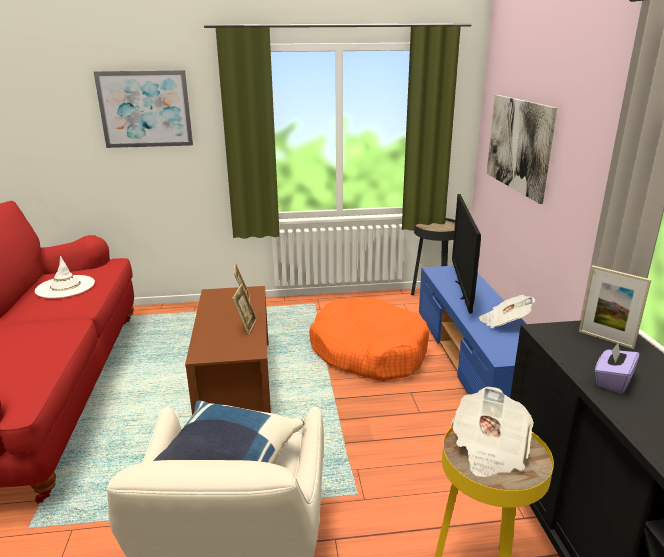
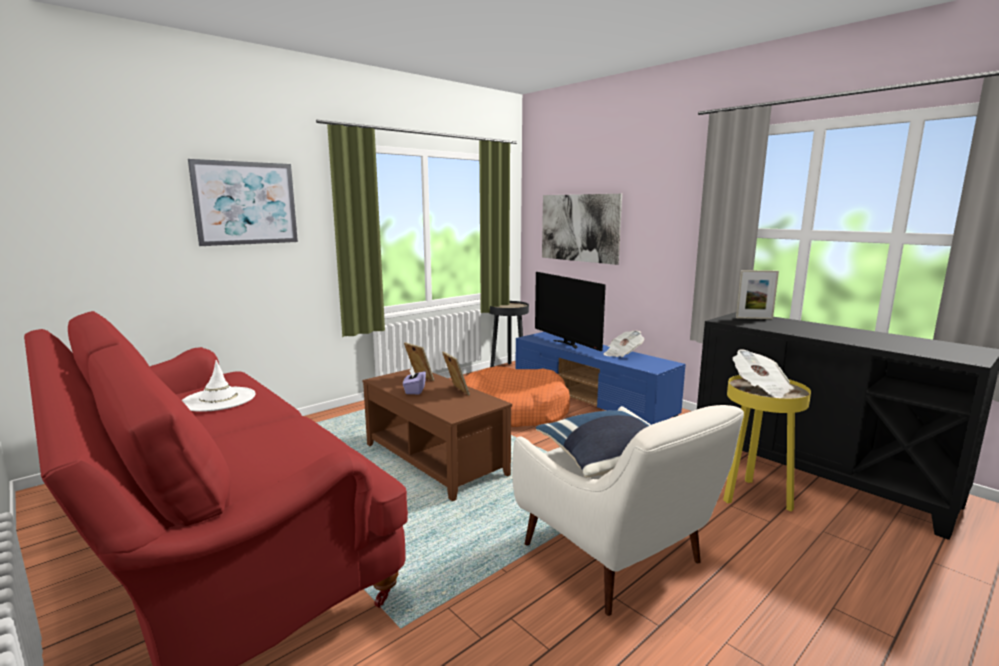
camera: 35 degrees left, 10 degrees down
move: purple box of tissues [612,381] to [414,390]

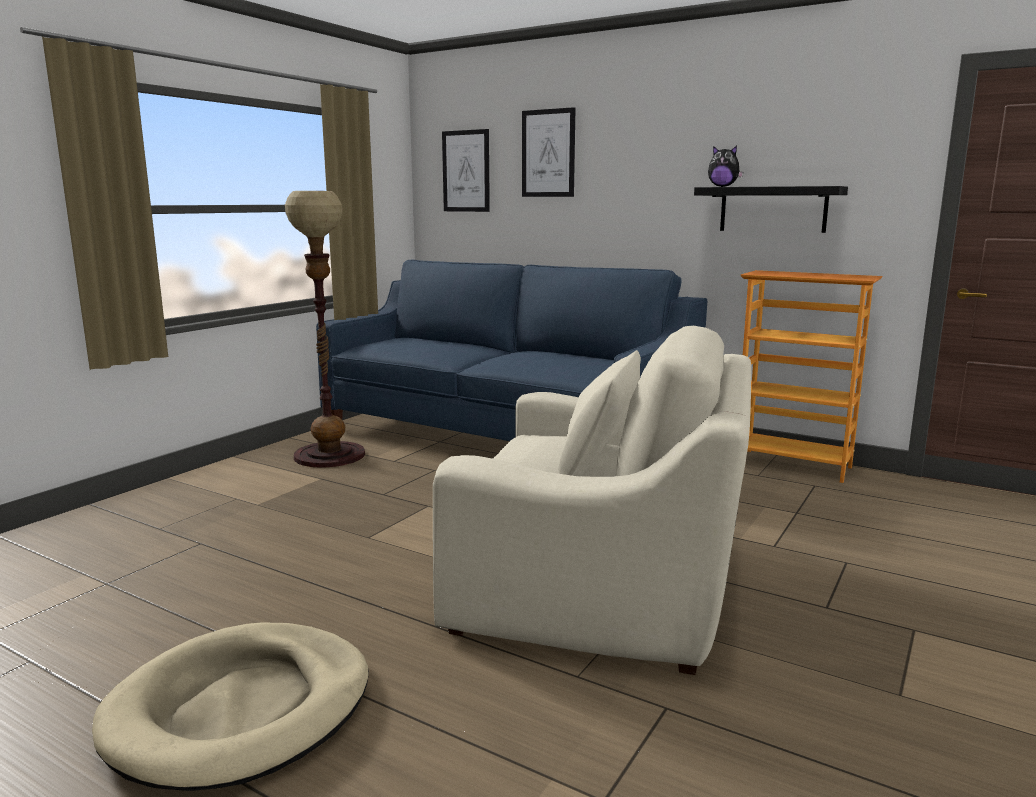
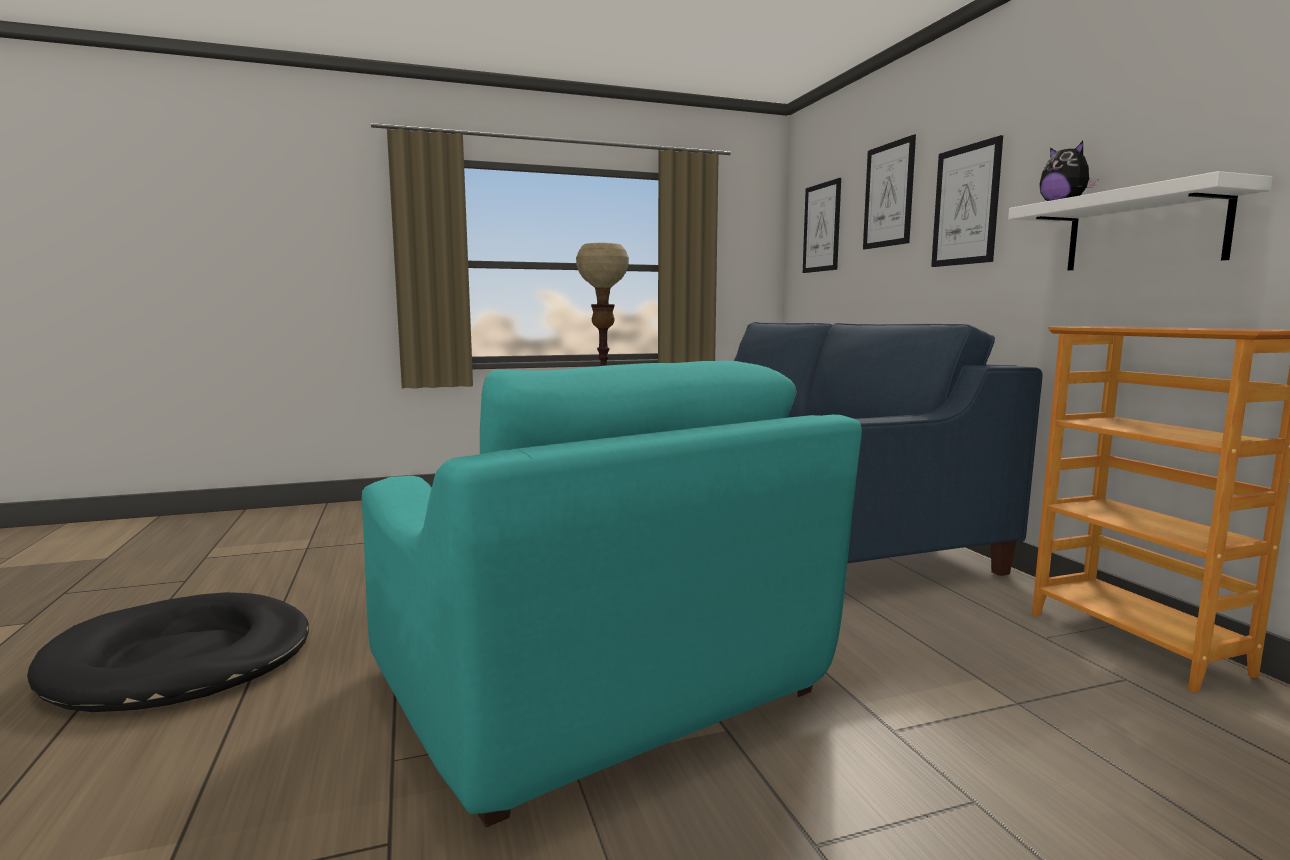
camera: 40 degrees right, 5 degrees down
insert: picture [966,205]
recolor: blackish shelf [773,209] to whitish shelf [1144,231]; sand-coloured lounge chair [605,584] to blue-green lounge chair [600,685]; sand-coloured pet bed [241,710] to blackish pet bed [181,660]

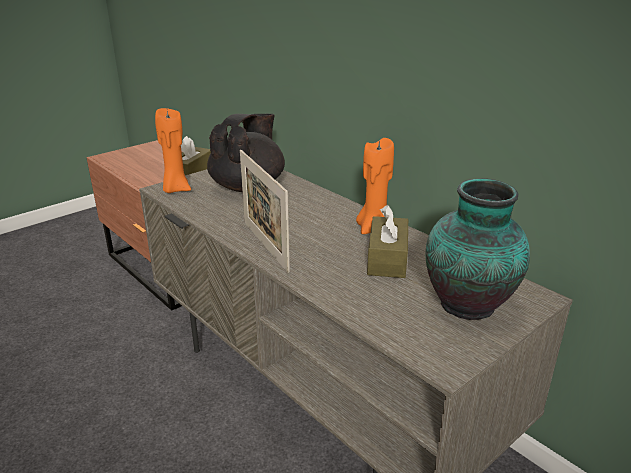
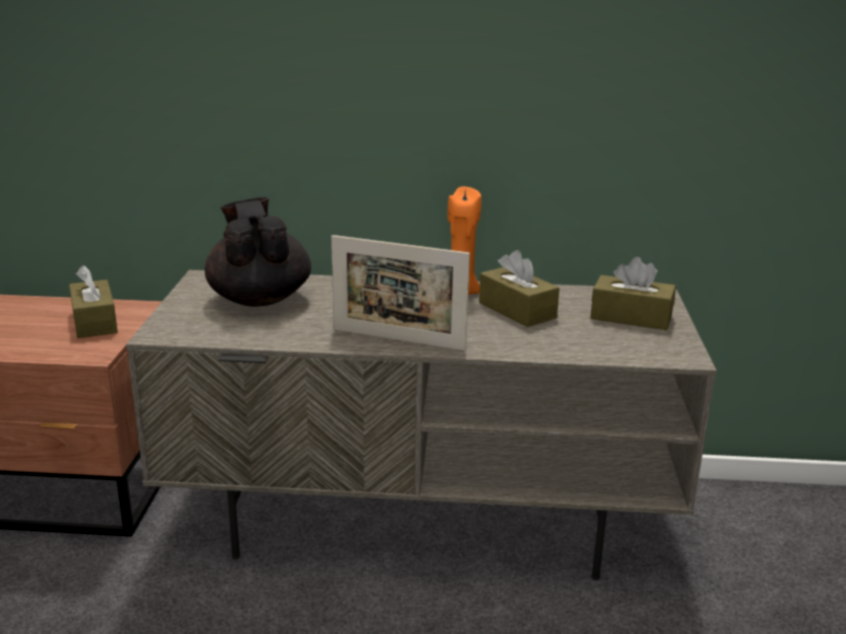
camera: 45 degrees left, 5 degrees down
delete: orange wax light [175,189]
replace: flower vase [470,305] to brown-coloured box of tissues [631,317]

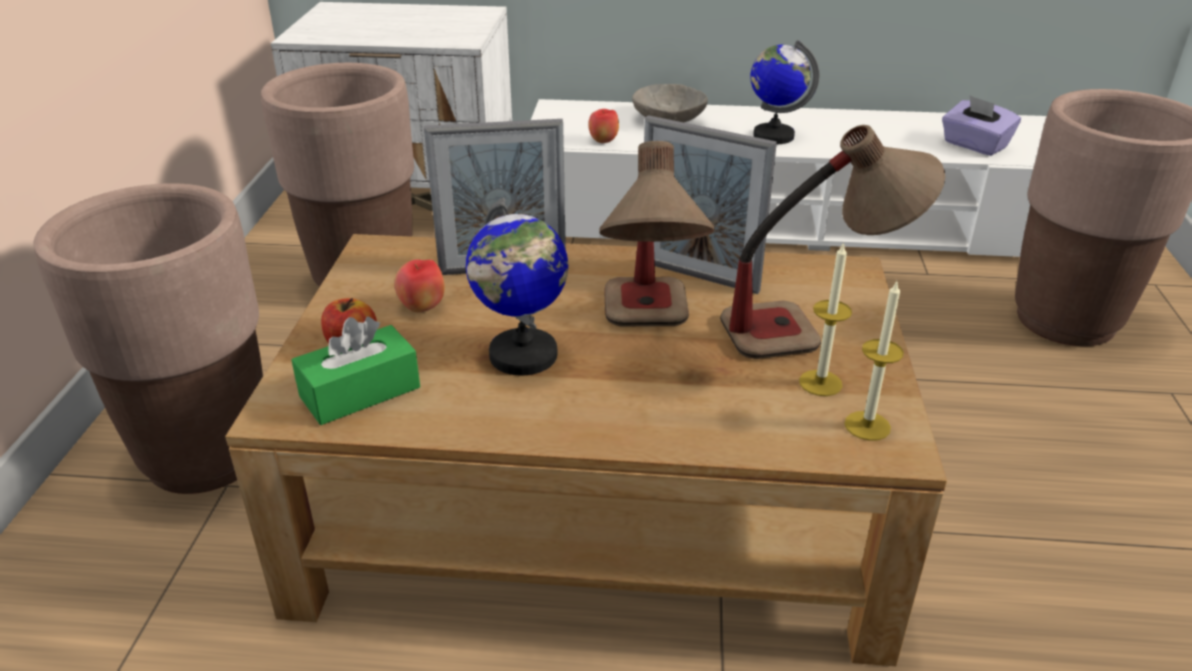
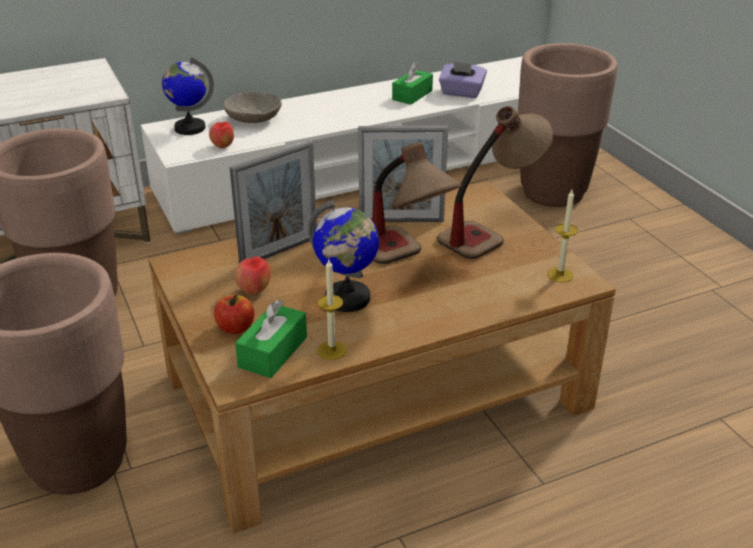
camera: 30 degrees left, 0 degrees up
insert: greenish box of tissues [412,95]
move: world globe [773,136] to [189,128]; wax light [820,383] to [332,350]

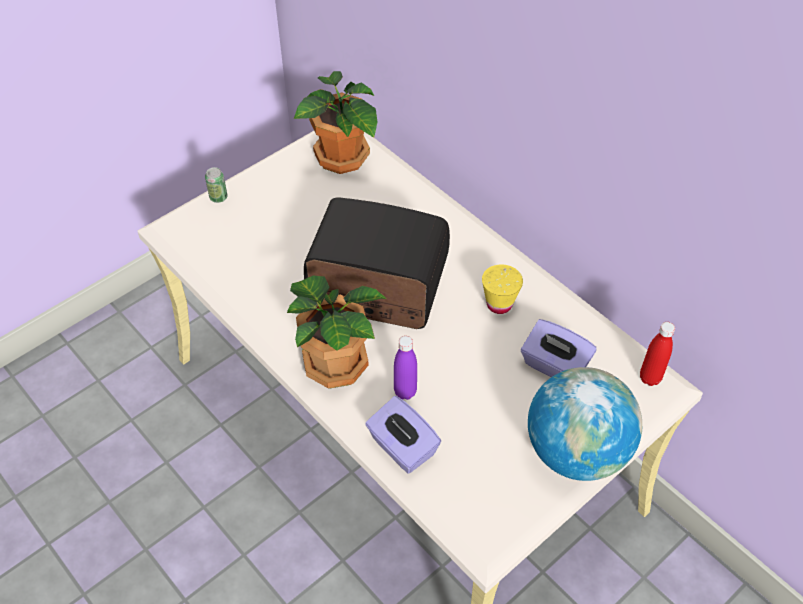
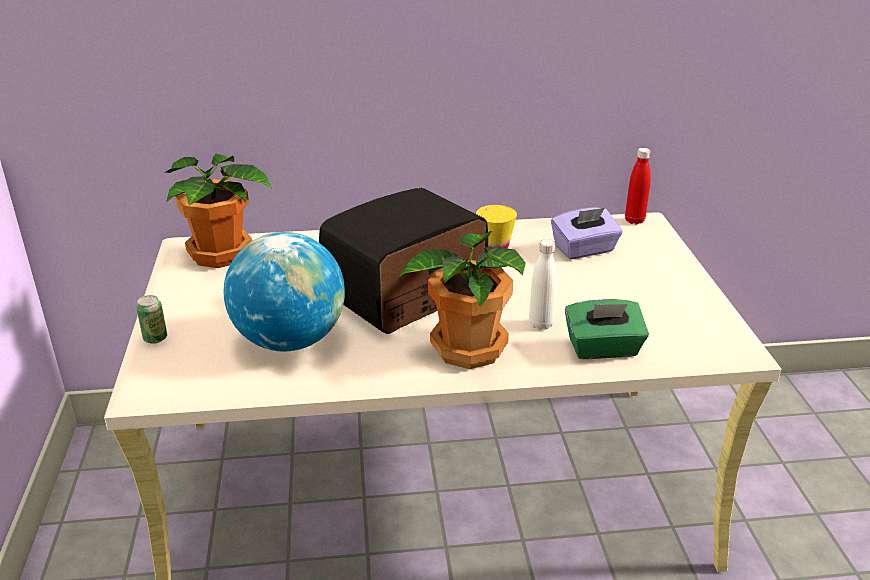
camera: 55 degrees left, 20 degrees down
move: world globe [576,451] to [290,340]
recolor: purple drink bottle [405,392] to whitish drink bottle [541,324]; purple box of tissues [402,448] to greenish box of tissues [603,349]

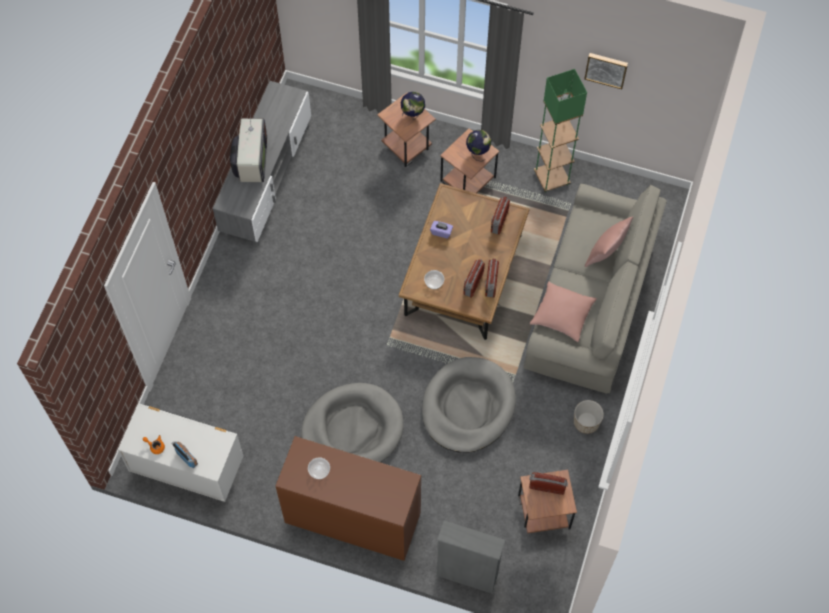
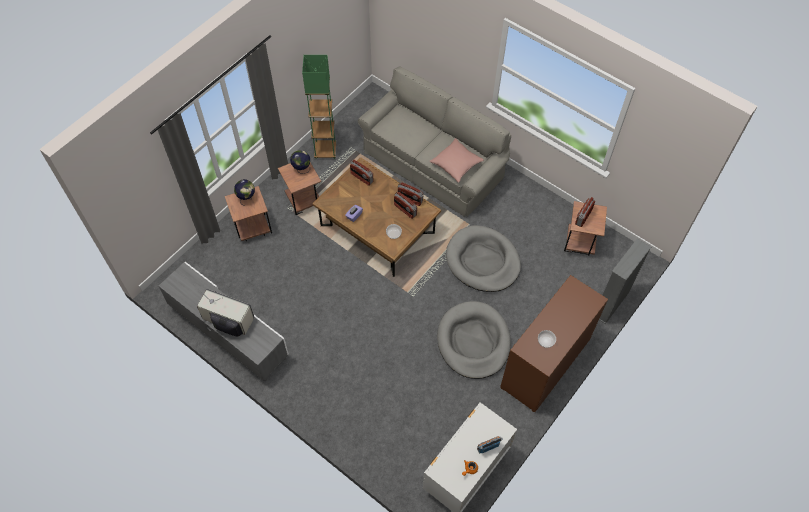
camera: 70 degrees left, 5 degrees down
delete: picture [606,69]; pink-coloured cushion [606,253]; plant pot [586,422]

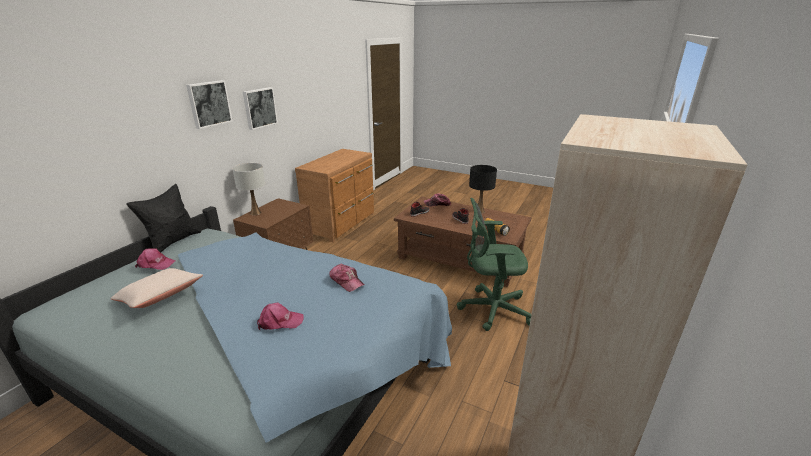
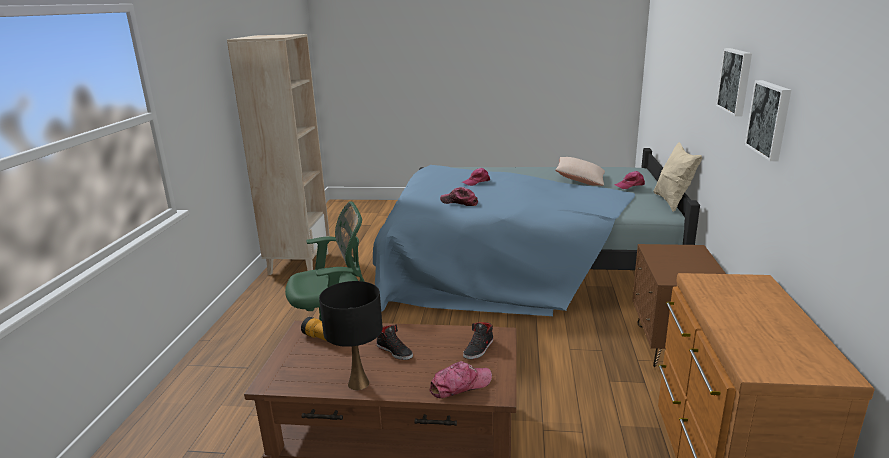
camera: 160 degrees right, 5 degrees down
delete: whitish tabletop lamp [256,213]
recolor: blackish cushion [173,242] to sand-coloured cushion [672,202]

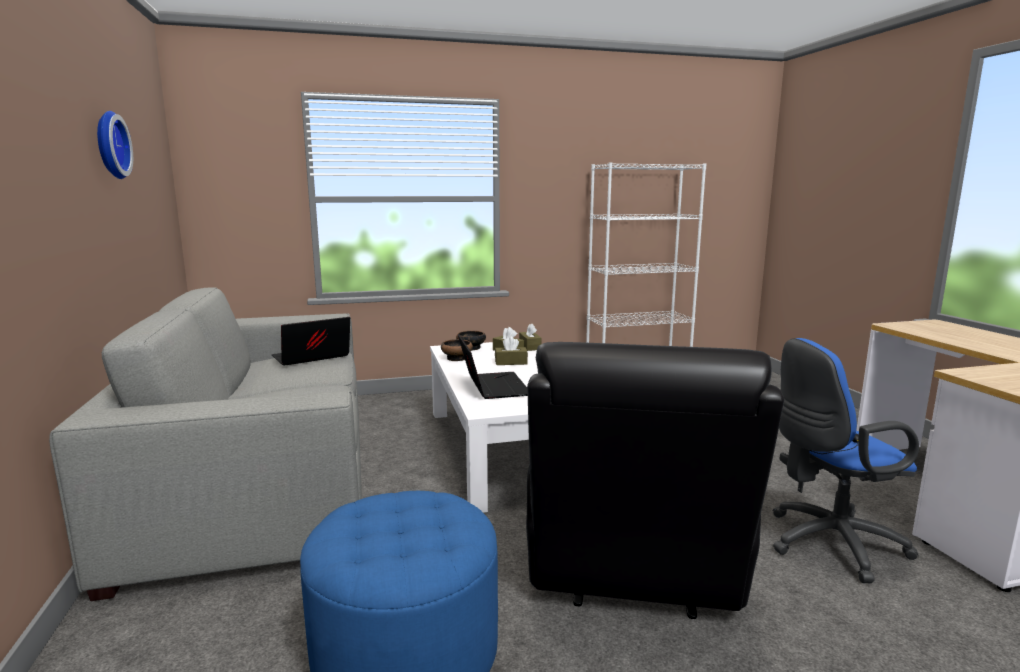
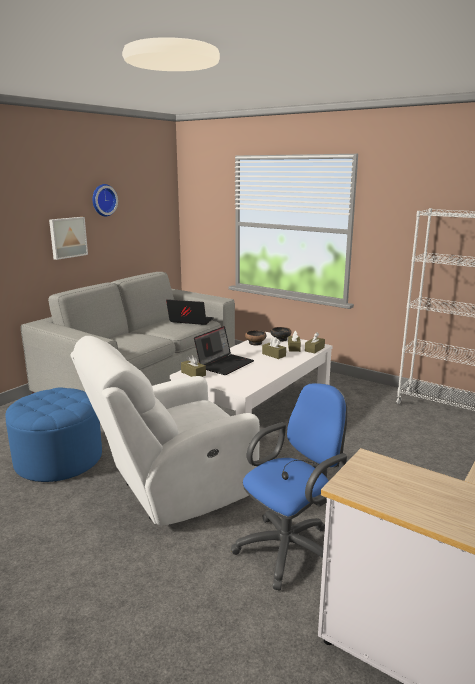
camera: 50 degrees right, 5 degrees up
insert: picture [67,237]; brown-coloured box of tissues [193,373]
recolor: blackish lounge chair [631,573] to whitish lounge chair [171,489]
rotate: blue office chair [827,544] = [291,548] 105 degrees clockwise

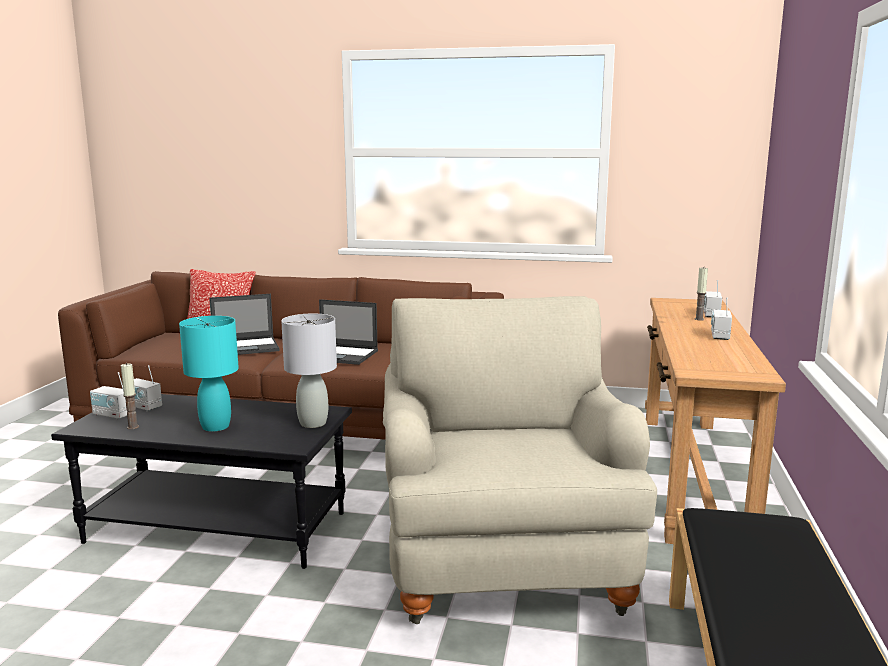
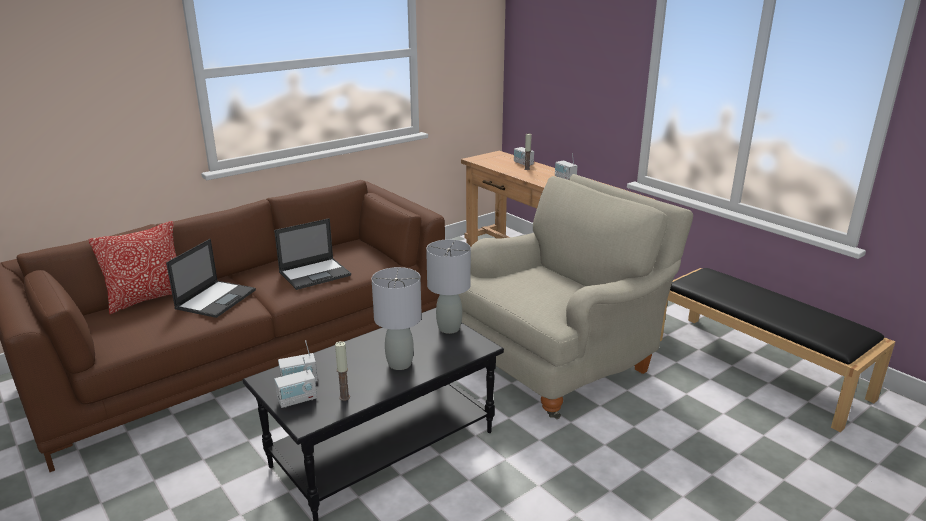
camera: 50 degrees left, 10 degrees up
recolor: blue-green tabletop lamp [215,426] to grey tabletop lamp [399,364]
rotate: sand-coloured lounge chair [502,557] = [560,362] 105 degrees clockwise

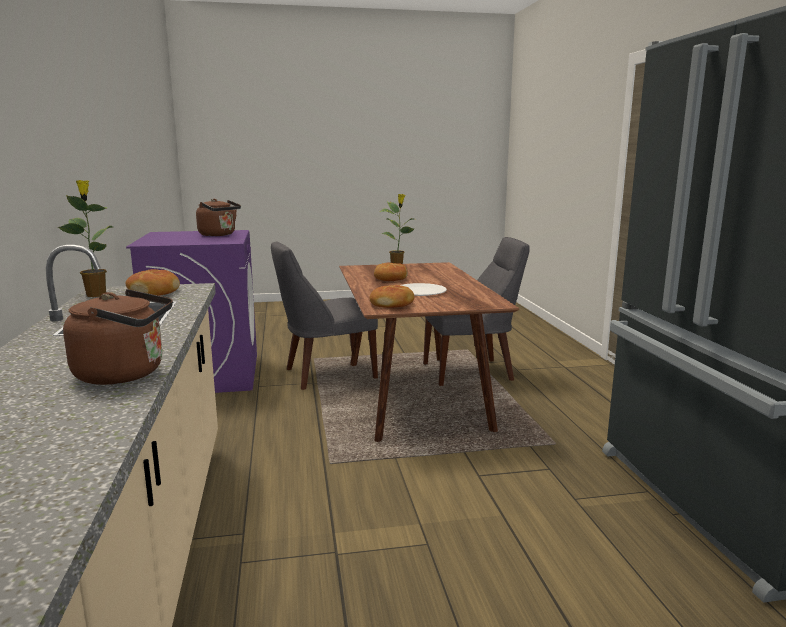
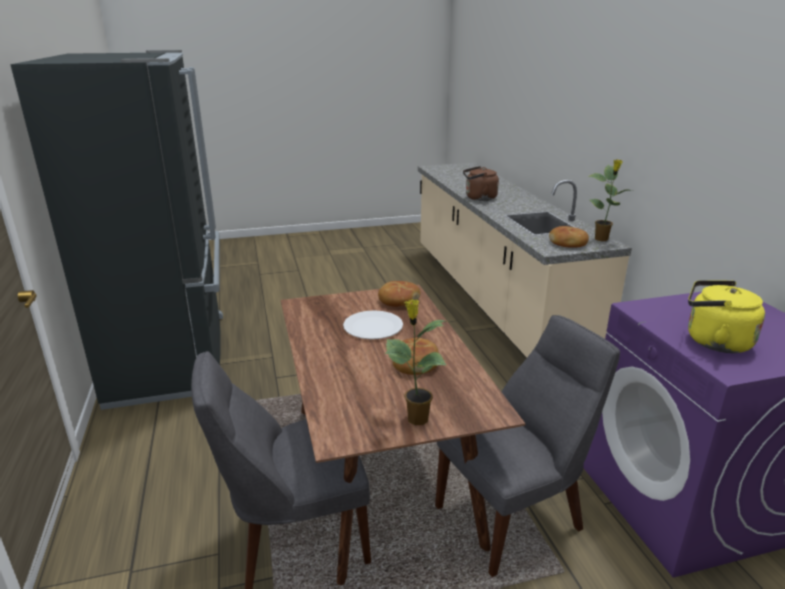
camera: 175 degrees right, 10 degrees up
recolor: brown-coloured kettle [219,235] to yellowish kettle [713,341]

